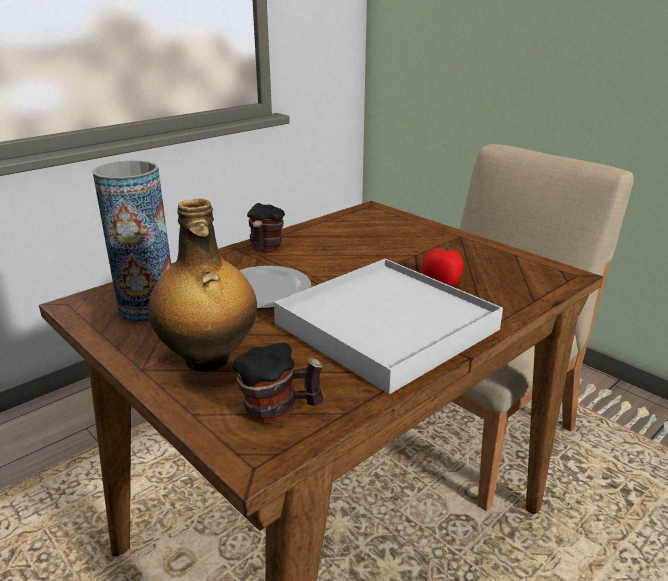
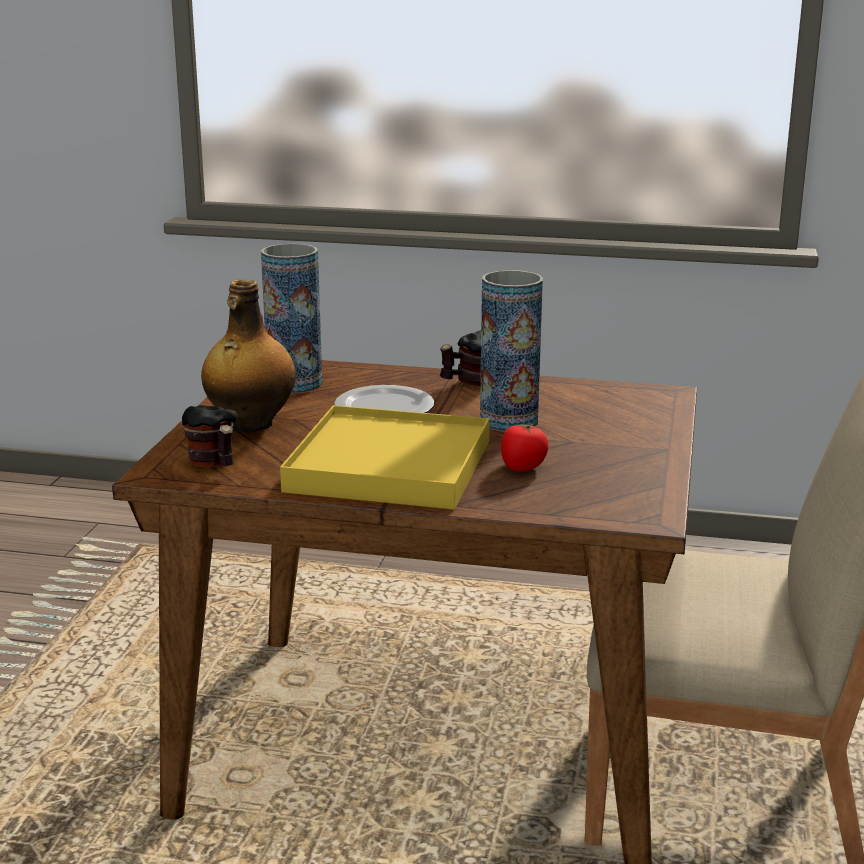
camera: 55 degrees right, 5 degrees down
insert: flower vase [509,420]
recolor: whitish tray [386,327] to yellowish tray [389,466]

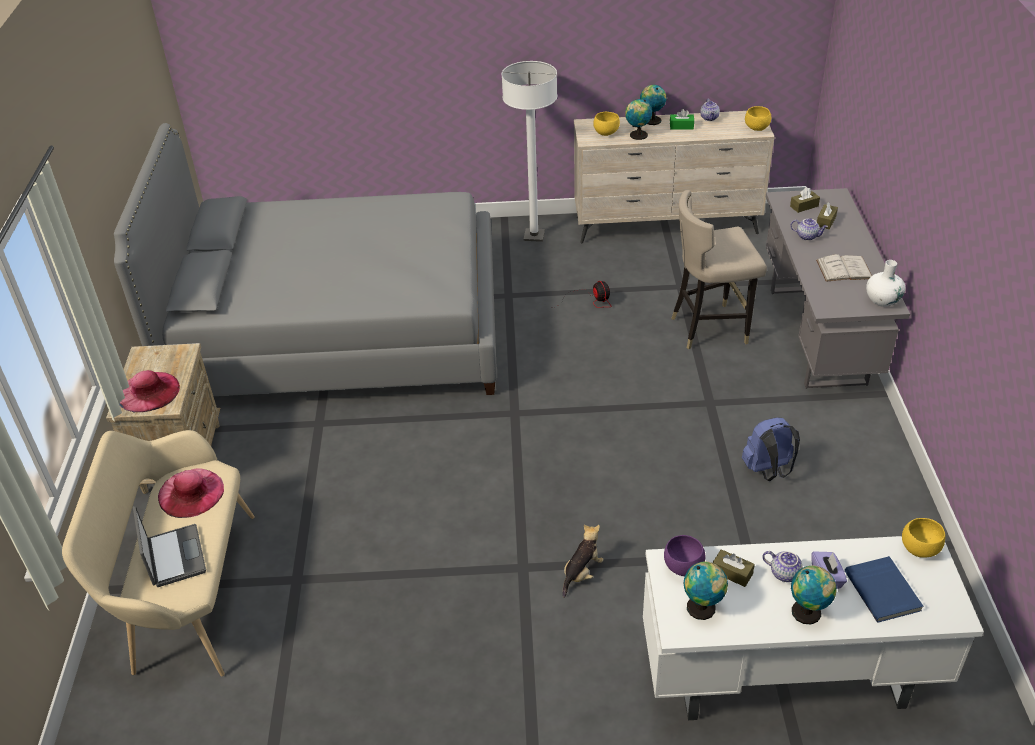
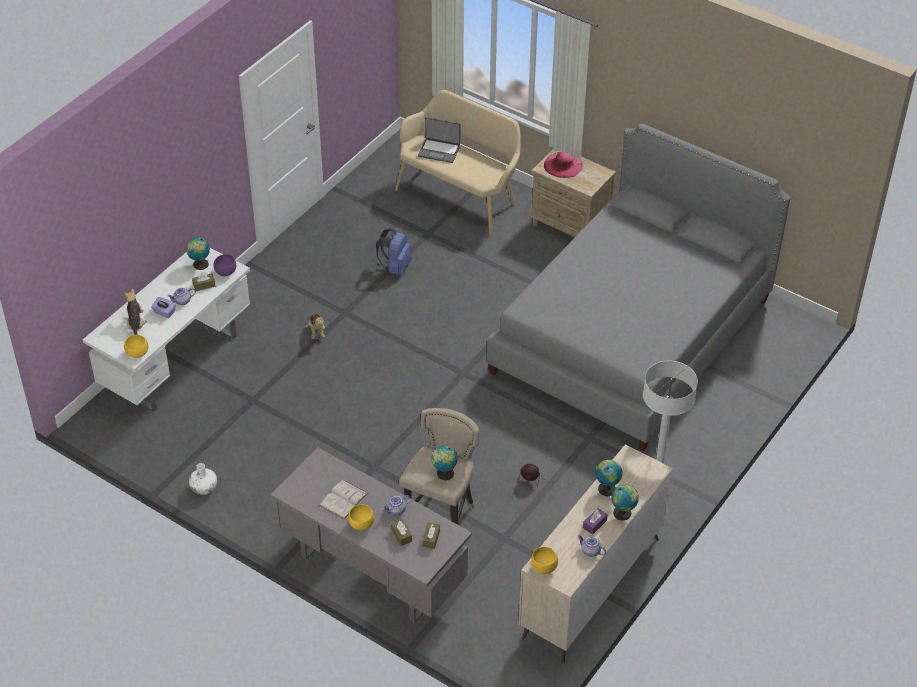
camera: 125 degrees right, 5 degrees up
delete: pink-coloured clothing hat [191,493]
move: yellowish deep dish [606,133] to [362,525]; whitish flower vase [882,300] to [204,488]; blue knapsack [768,470] to [395,267]; world globe [808,612] to [444,474]
replace: blue book [883,590] to plush toy [136,325]
recolor: greenish box of tissues [681,126] to purple box of tissues [594,524]

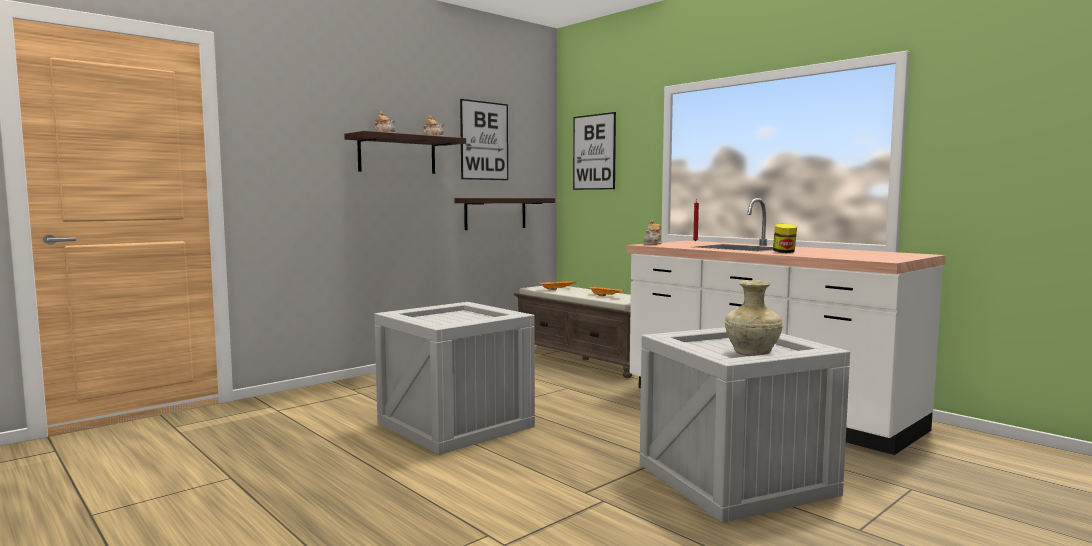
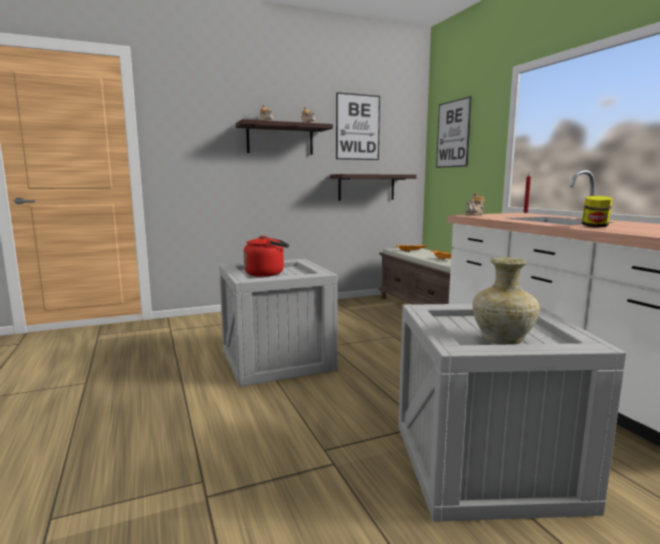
camera: 20 degrees right, 5 degrees up
insert: reddish kettle [267,273]

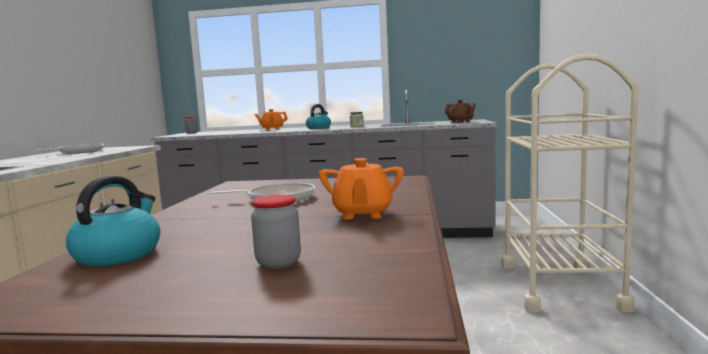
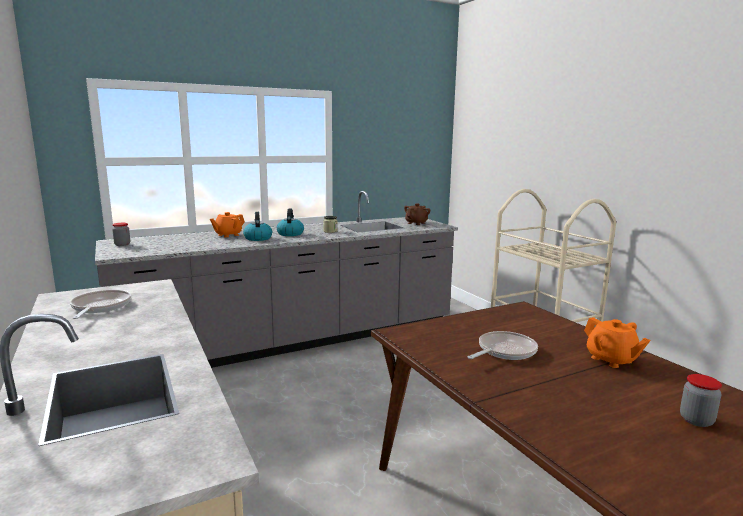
camera: 35 degrees left, 5 degrees up
move: kettle [118,254] to [257,238]

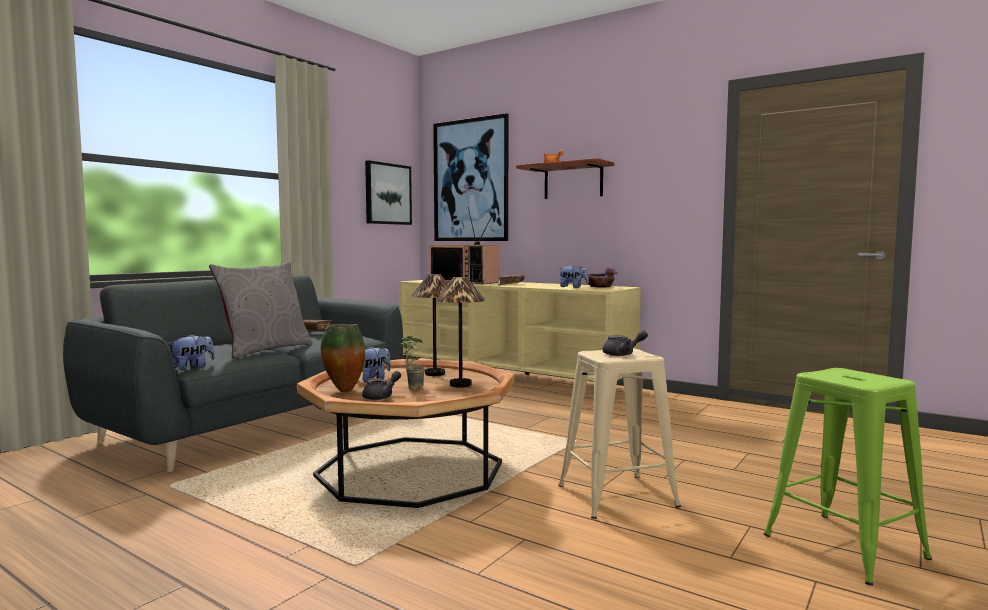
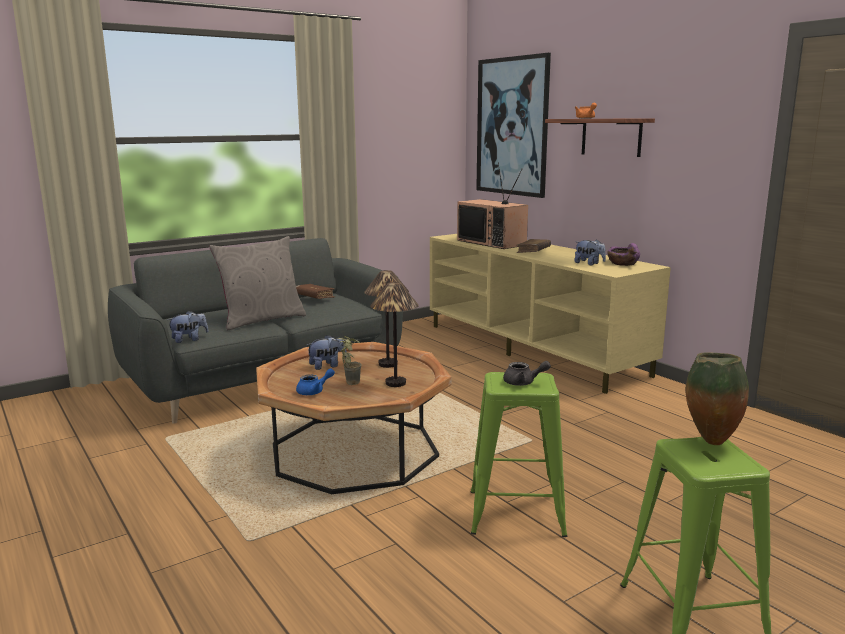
camera: 20 degrees right, 10 degrees up
delete: picture [387,194]
move: flower vase [343,391] to [710,441]
recolor: sand-coloured stool [616,496] to greenish stool [515,513]; grey pot for tea [382,397] to blue pot for tea [314,391]

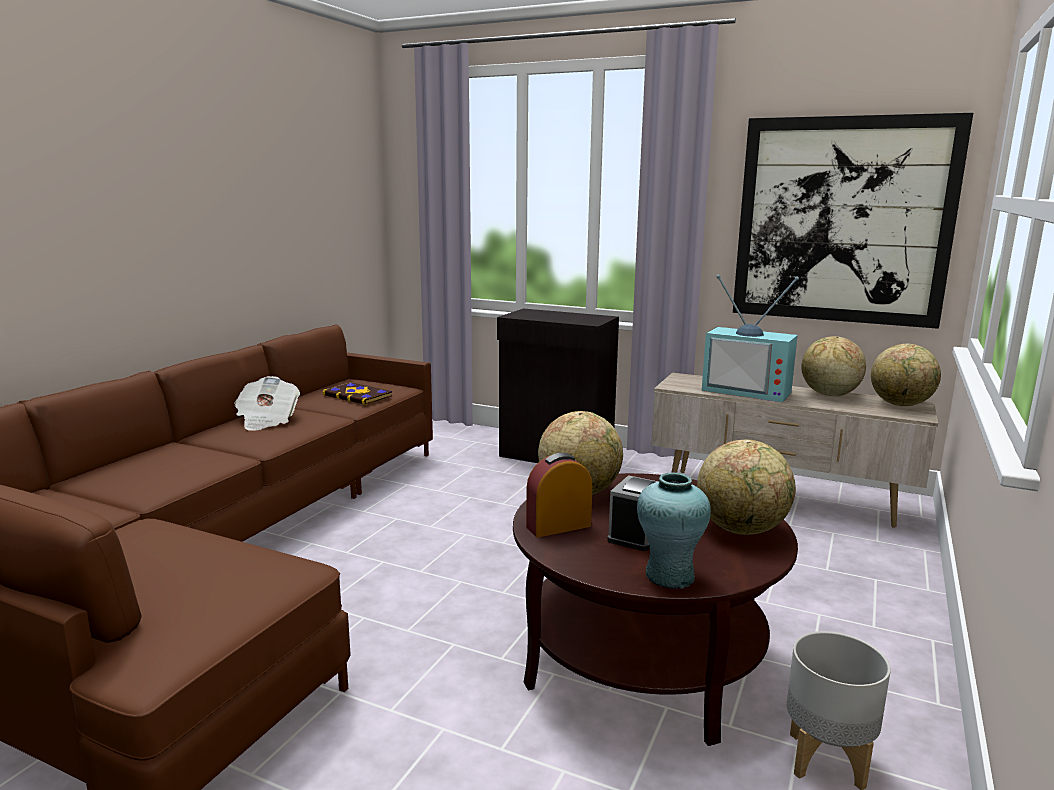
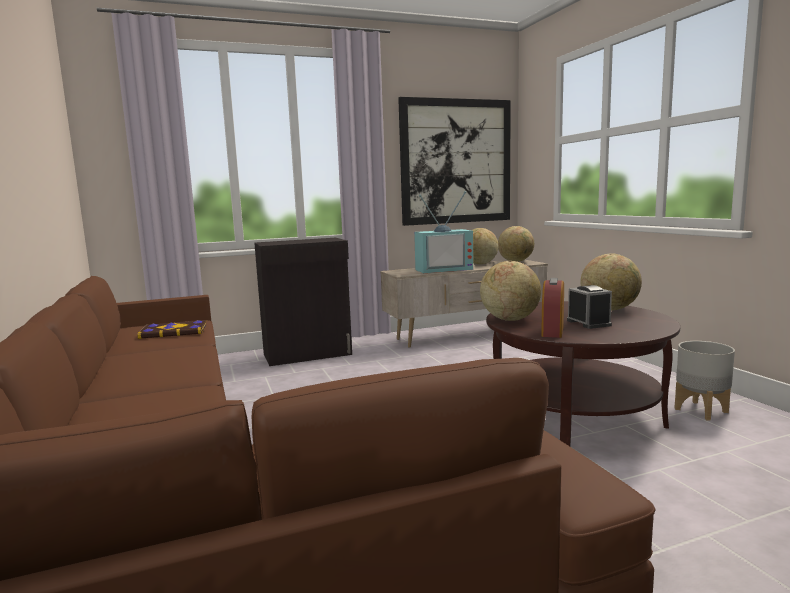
camera: 45 degrees left, 5 degrees down
delete: newspaper [267,420]; blue-green flower vase [669,576]

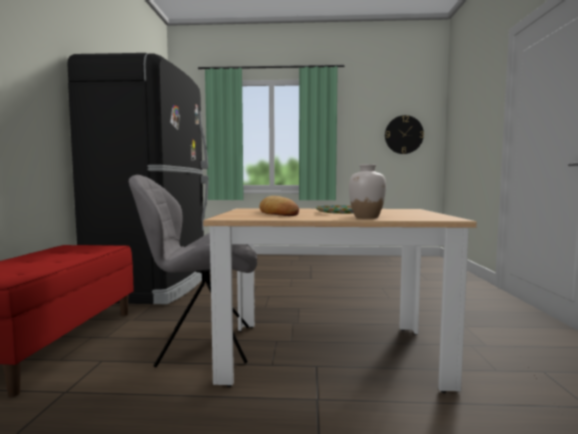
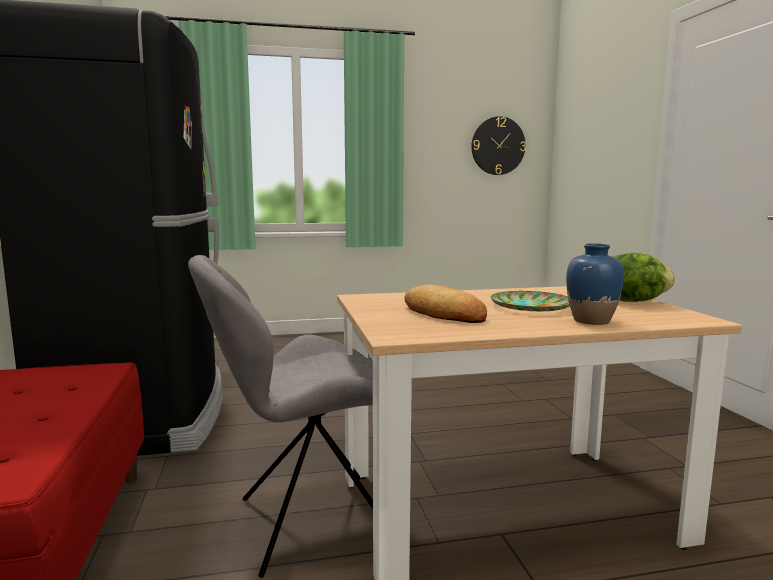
camera: 15 degrees left, 5 degrees up
insert: lettuce head [633,301]
recolor: whitish flower vase [366,217] to blue flower vase [591,321]

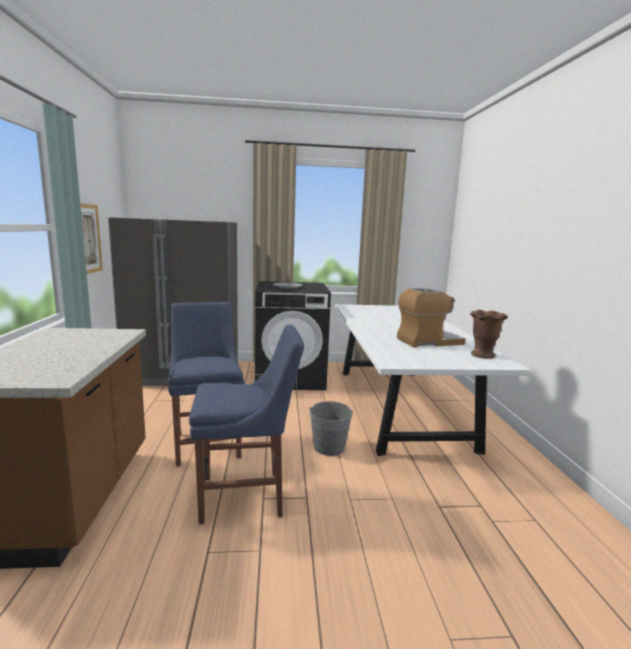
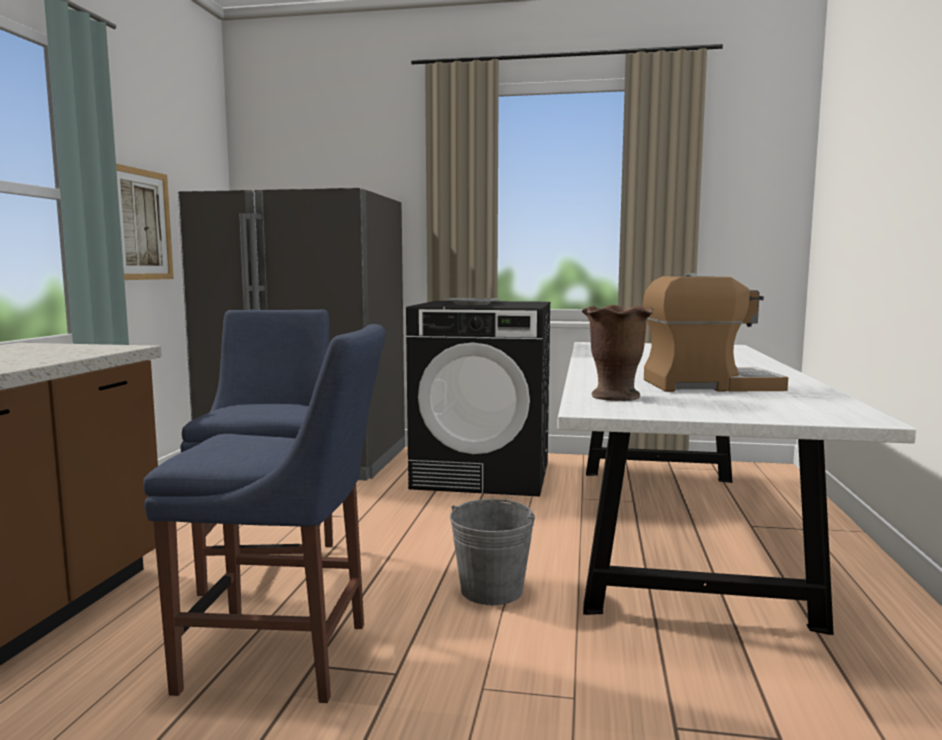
camera: 15 degrees right, 5 degrees down
move: brown-coloured flower vase [482,355] to [615,396]

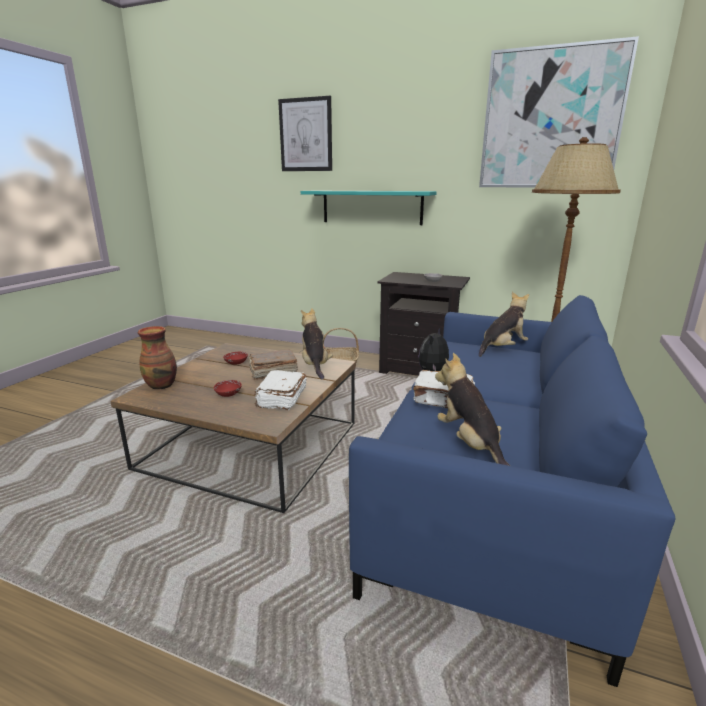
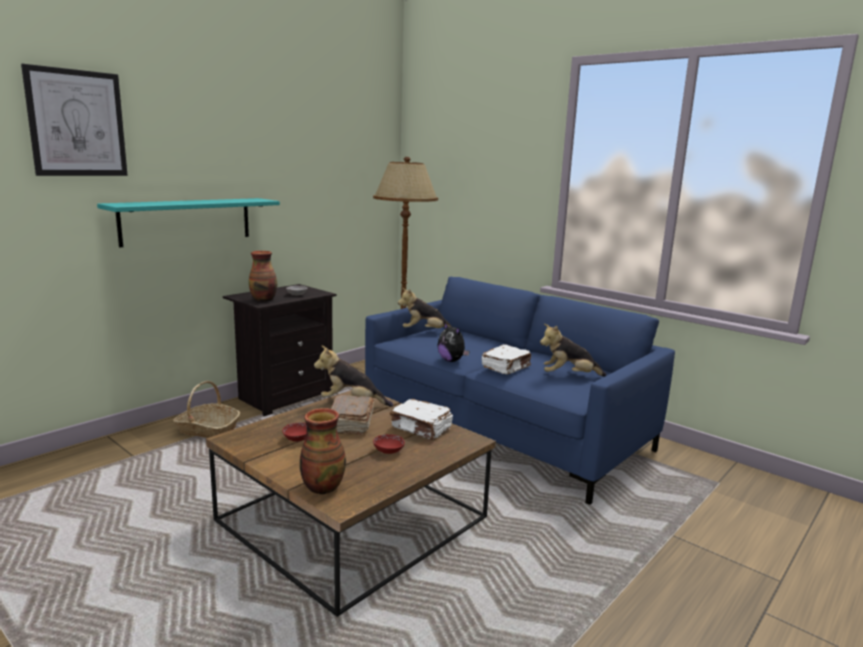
camera: 70 degrees left, 5 degrees down
delete: picture [551,119]
insert: flower vase [264,299]
rotate: plush toy [502,348] = [425,332] 75 degrees counterclockwise

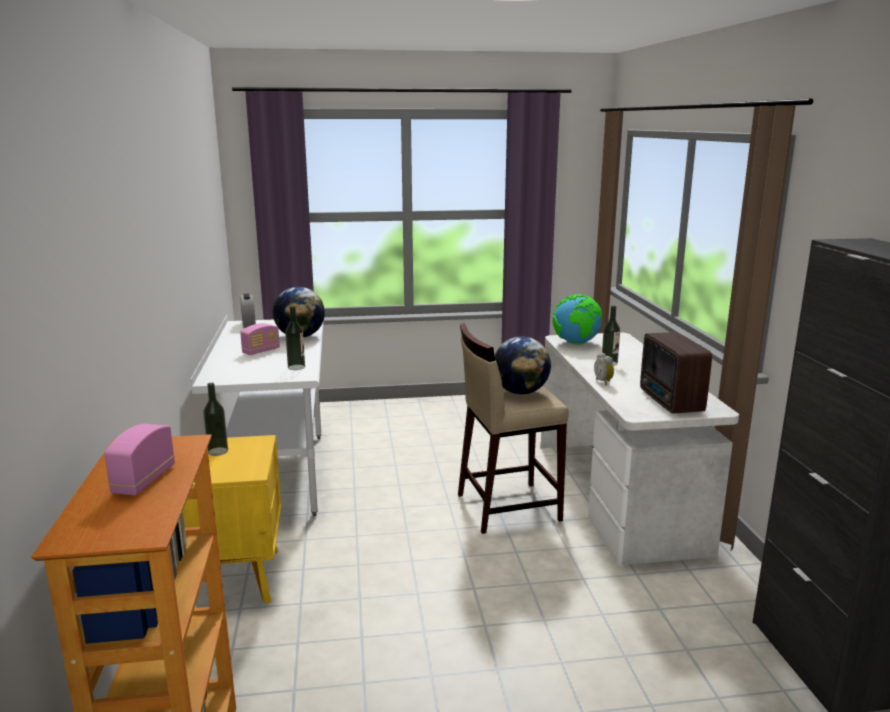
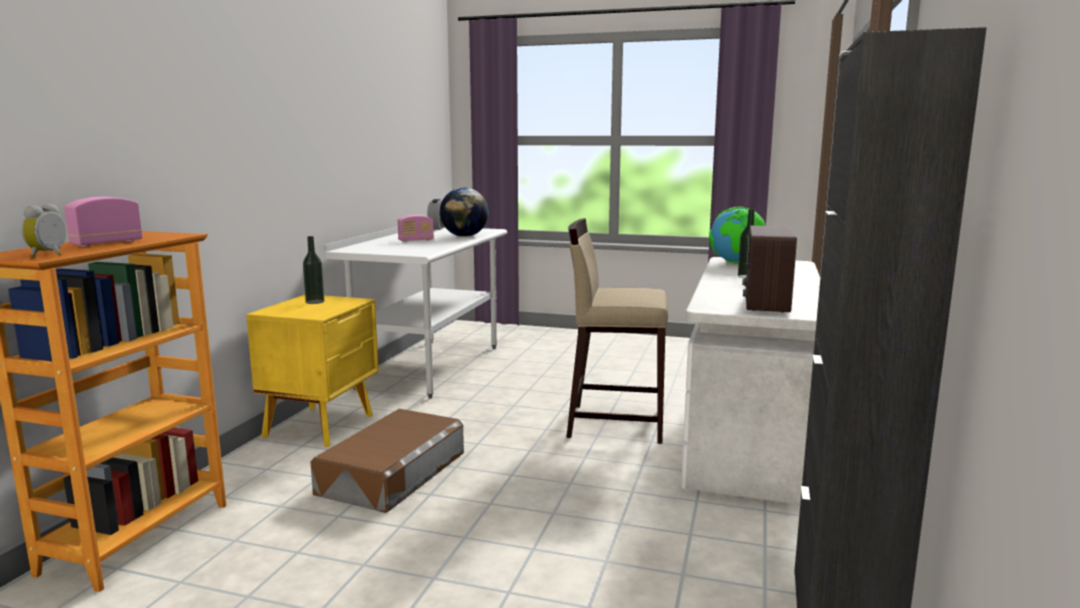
camera: 25 degrees right, 5 degrees down
delete: drink bottle [296,367]; world globe [520,392]
insert: brown-coloured storage bin [392,472]
move: table clock [604,382] to [50,255]

